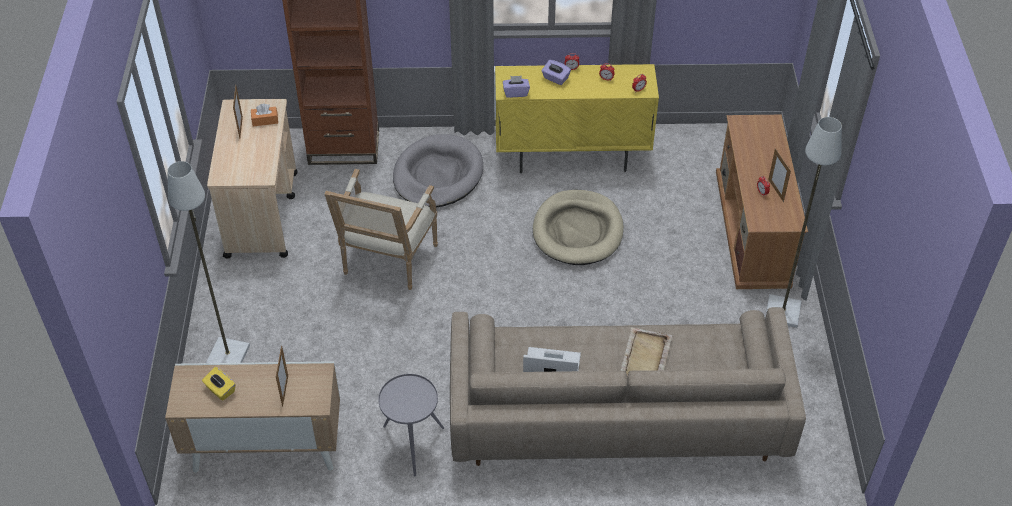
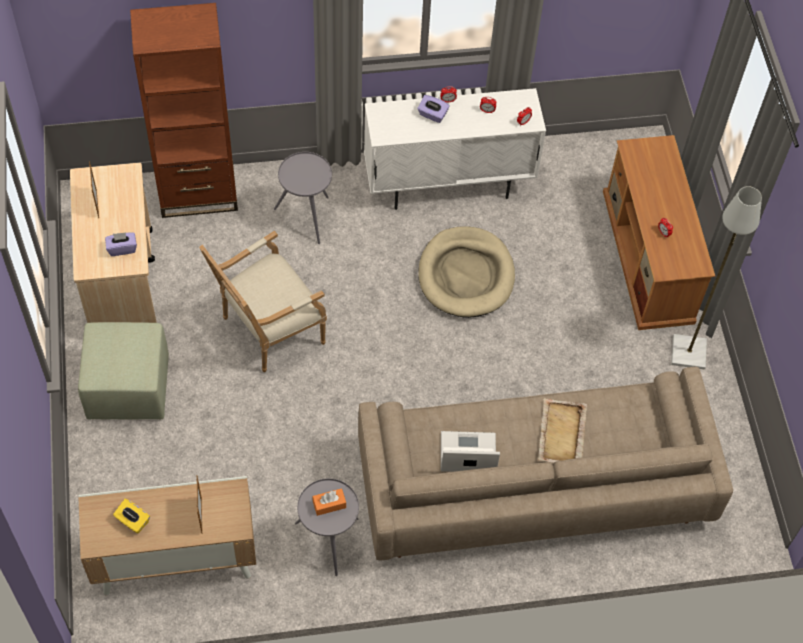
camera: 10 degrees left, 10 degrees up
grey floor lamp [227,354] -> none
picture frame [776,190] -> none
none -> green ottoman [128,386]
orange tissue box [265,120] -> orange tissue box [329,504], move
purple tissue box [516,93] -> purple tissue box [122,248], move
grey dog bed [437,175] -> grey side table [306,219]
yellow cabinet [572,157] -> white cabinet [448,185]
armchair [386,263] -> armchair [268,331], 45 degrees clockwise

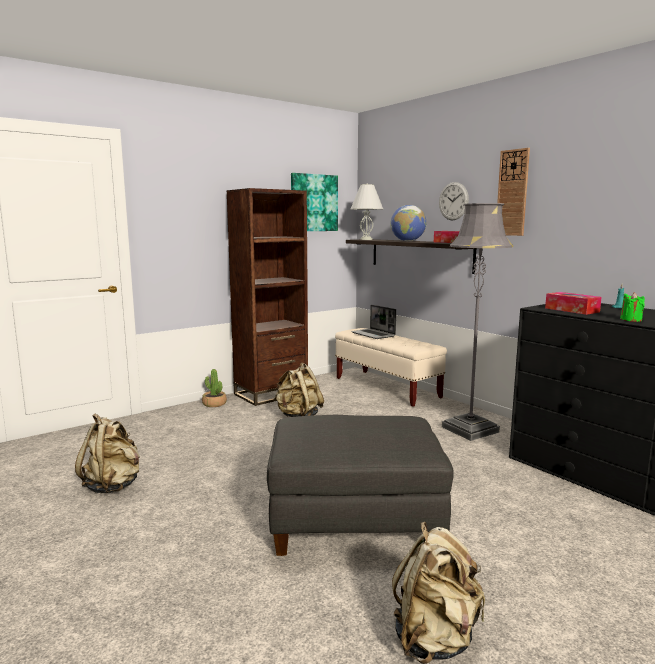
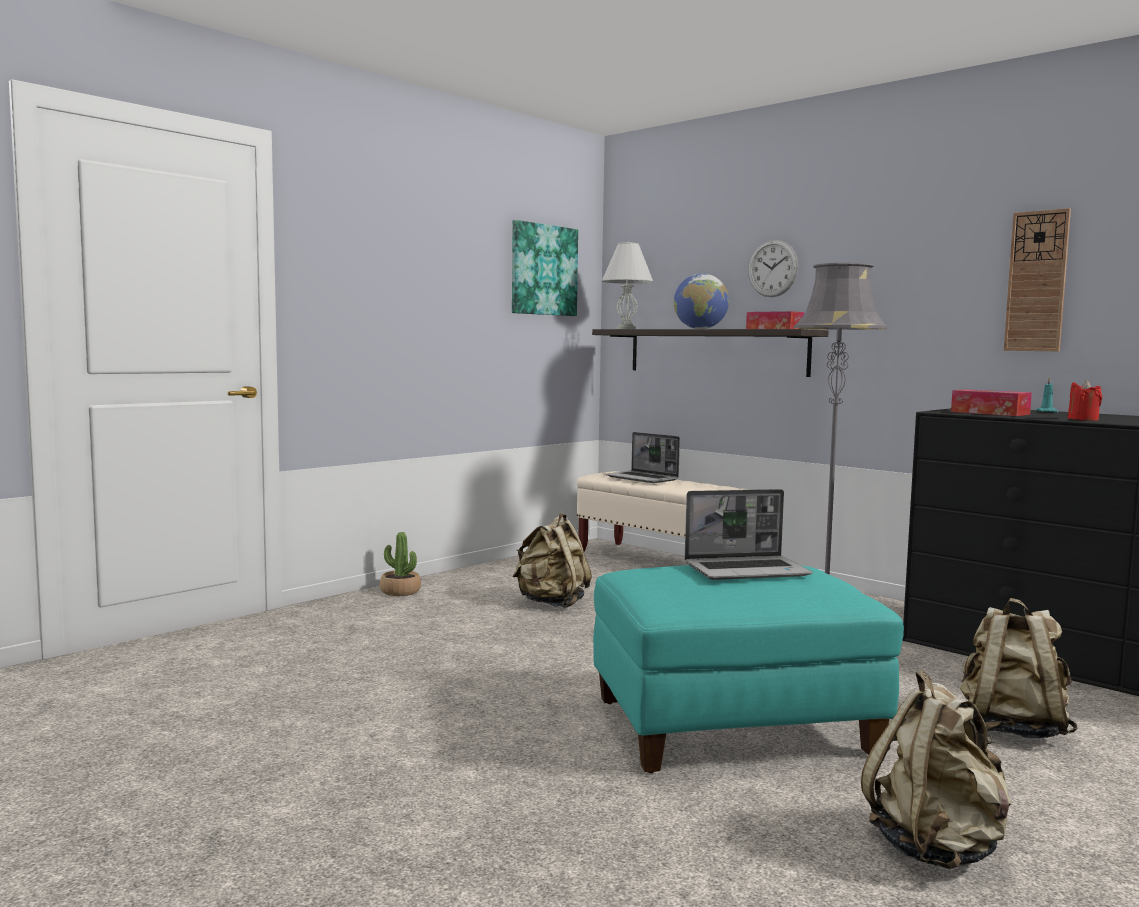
camera: 10 degrees left, 5 degrees down
brown bookcase [271,394] -> none
none -> laptop [747,570]
beige backpack [113,486] -> beige backpack [1011,728], move
wall clock [512,193] -> wall clock [1037,281], move
grey ottoman [356,522] -> turquoise ottoman [734,727]
green candle [631,320] -> red candle [1083,419]

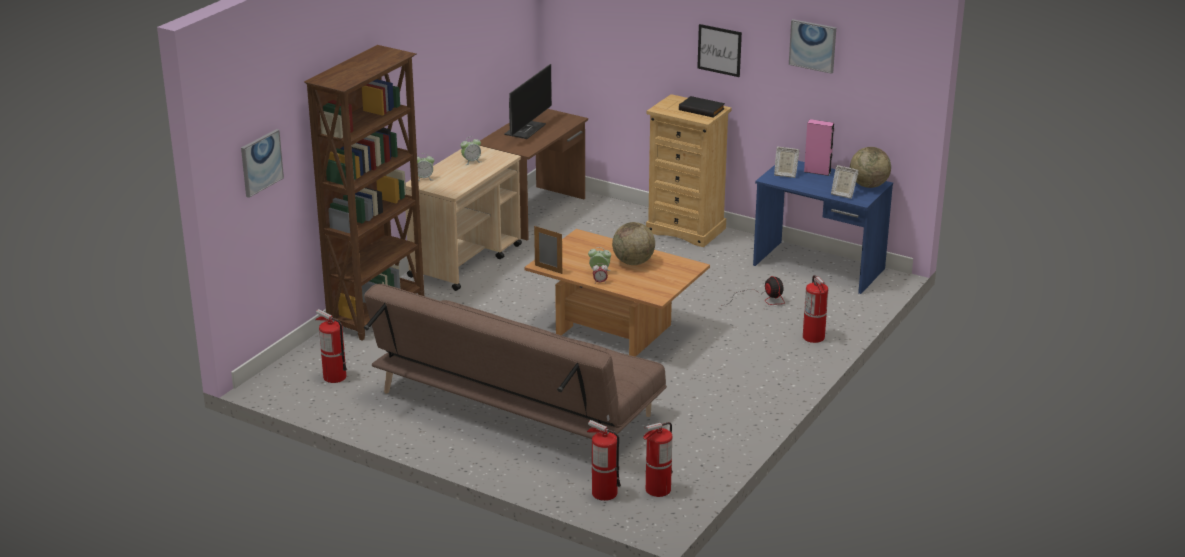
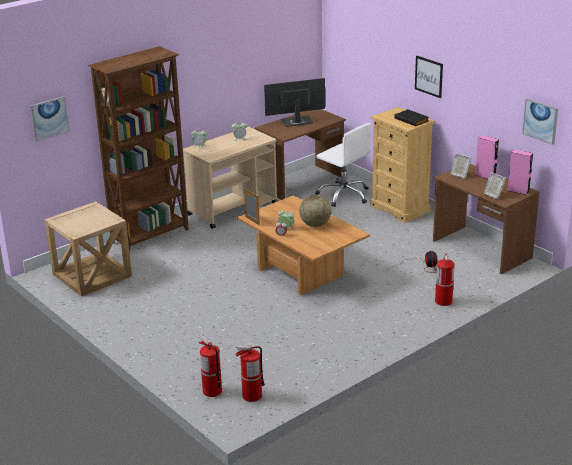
camera: 20 degrees right, 0 degrees up
brown sofa [516,405] -> none
none -> white office chair [344,195]
picture [812,45] -> picture [540,121], move
fire extinguisher [334,377] -> beige side table [92,275]
globe [868,185] -> pink speaker [518,191]
blue desk [818,267] -> brown desk [481,250]
monitor [525,129] -> monitor [296,122], 150 degrees counterclockwise

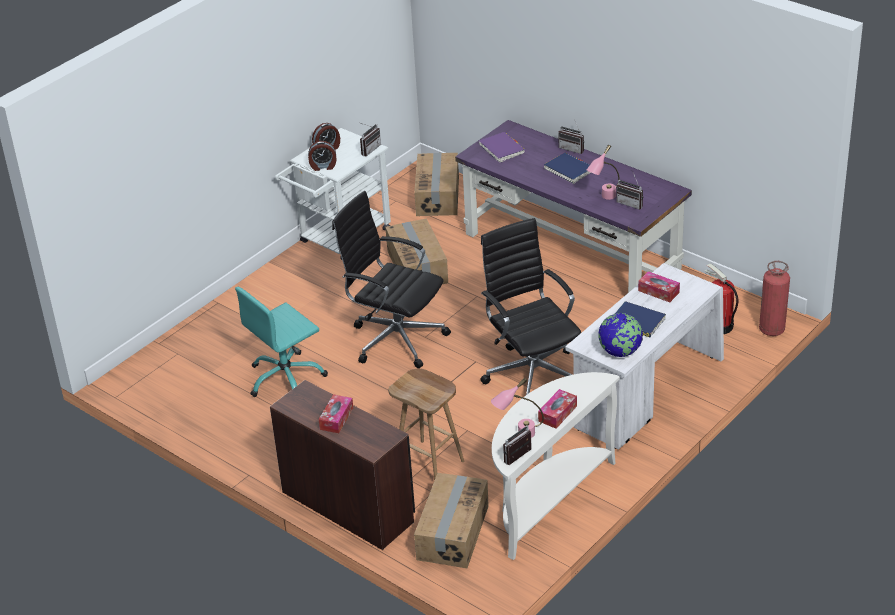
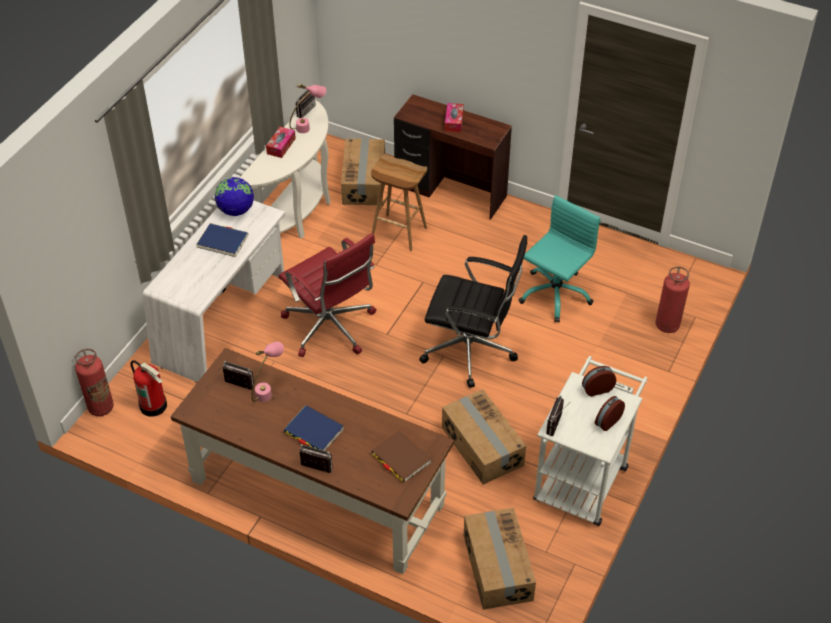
camera: 165 degrees right, 10 degrees up
tissue box [658,291] -> none
none -> fire extinguisher [667,325]
purple desk [572,251] -> brown desk [316,492]
purple book [502,149] -> brown book [401,458]
black office chair [532,373] -> red office chair [331,328]

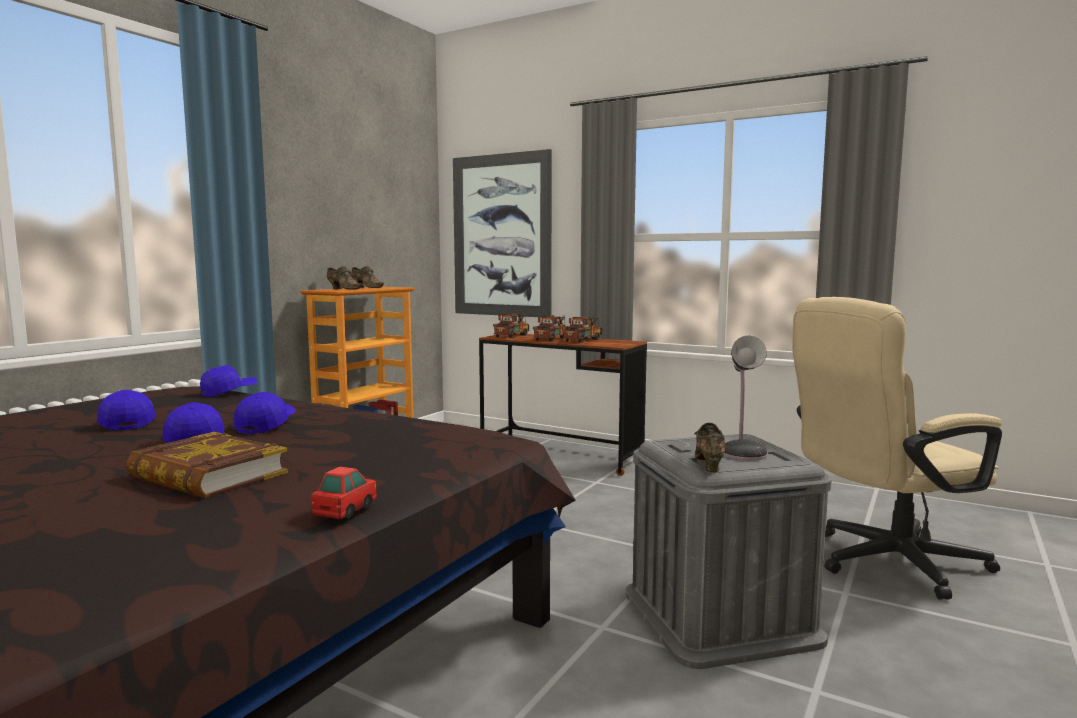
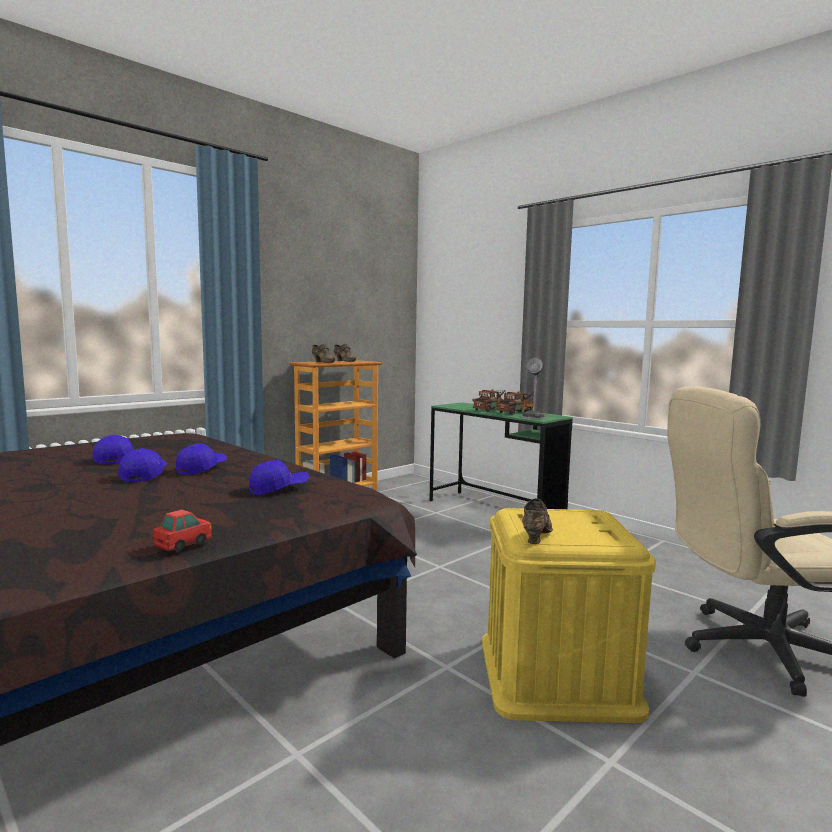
camera: 15 degrees right, 0 degrees up
book [208,476] -> none
picture [501,236] -> none
toy truck [513,335] -> none
blue cap [229,392] -> blue cap [278,489], move
table lamp [743,452] -> table lamp [533,416], move
brown desk [560,456] -> green desk [494,511]
grey storage box [719,616] -> yellow storage box [557,674]

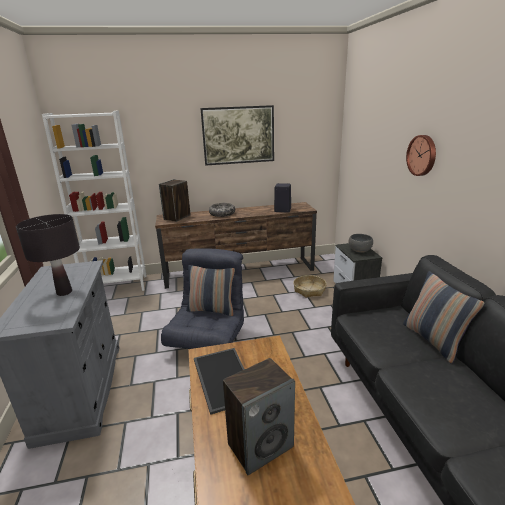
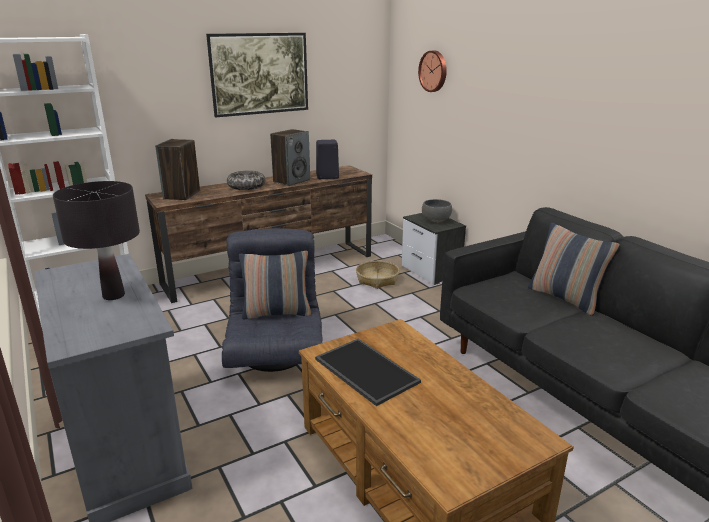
camera: 20 degrees left, 0 degrees up
speaker [260,445] -> speaker [291,181], move
wall clock [422,155] -> wall clock [434,71], move

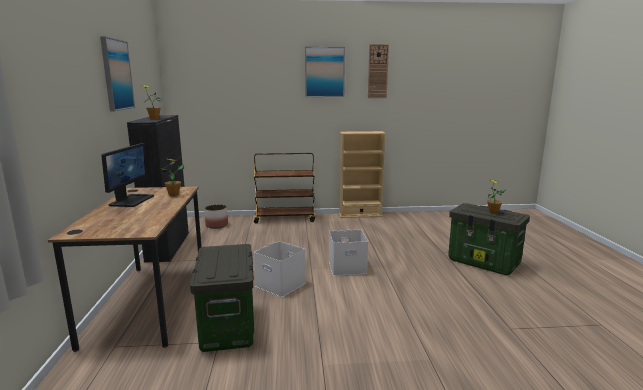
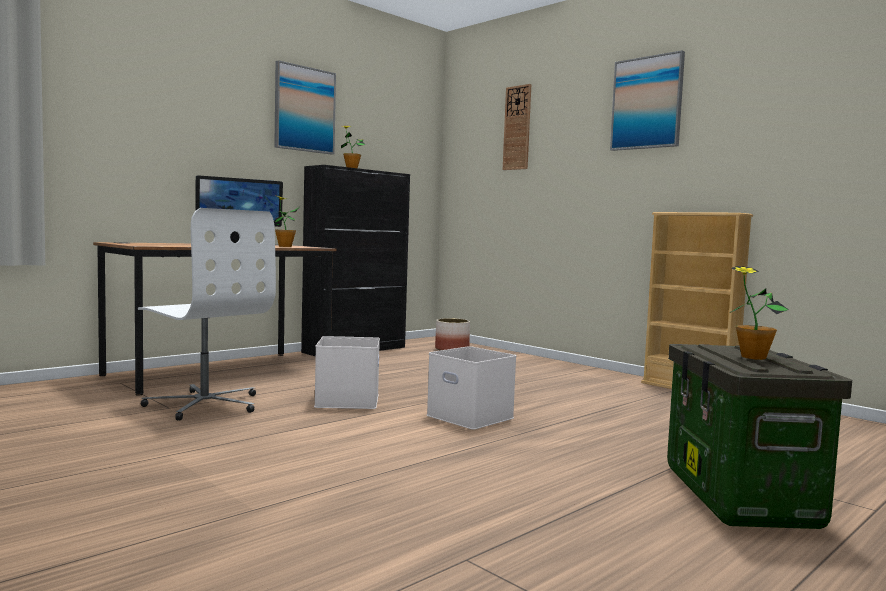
camera: 50 degrees right, 10 degrees down
brown cart [285,218] -> none
wall clock [378,71] -> wall clock [517,128], move
storage box [229,327] -> white office chair [205,404]

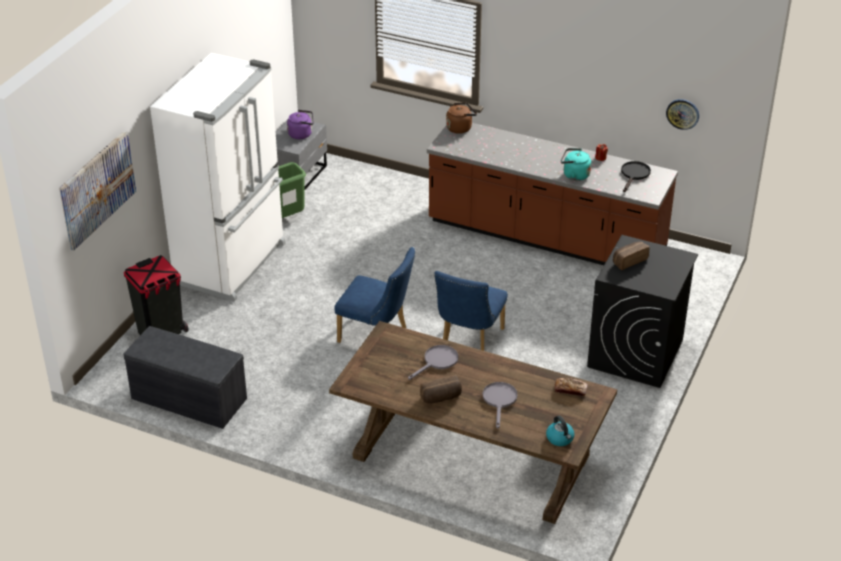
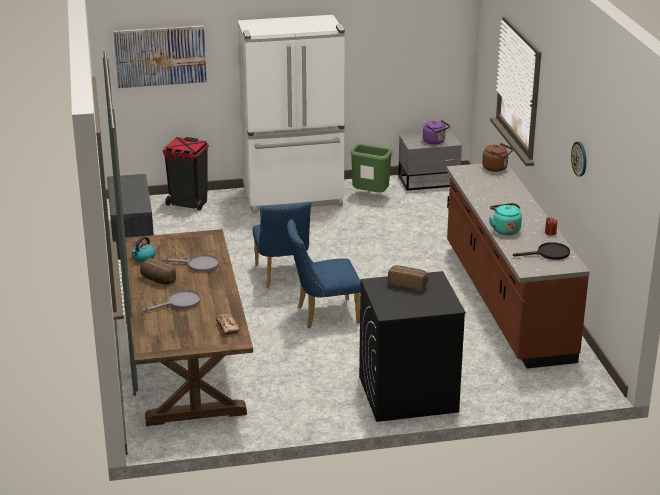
camera: 55 degrees right, 10 degrees down
kettle [560,438] -> kettle [143,258], move
wall clock [682,113] -> wall clock [579,159], move

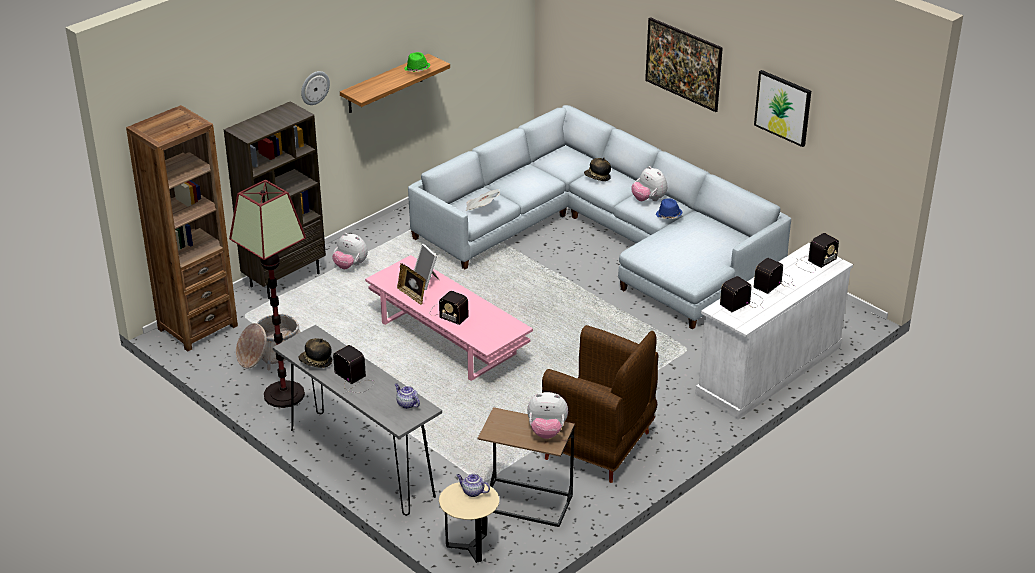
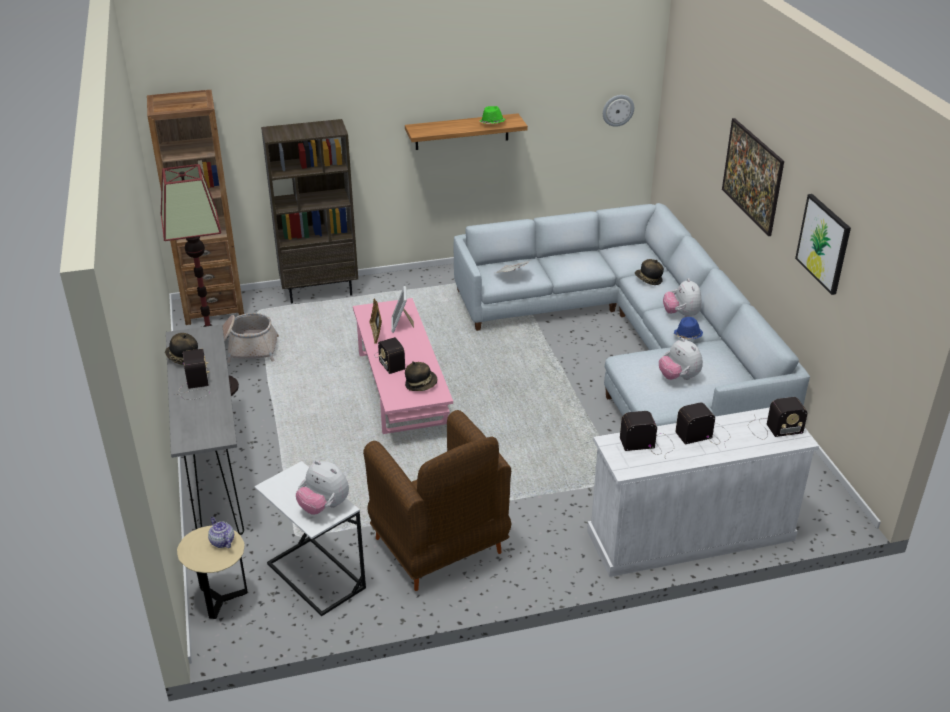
camera: 30 degrees right, 0 degrees up
teapot [407,404] -> none
none -> hat [421,384]
wall clock [314,87] -> wall clock [618,110], move
plush toy [350,266] -> plush toy [678,377], move
brown side table [526,502] -> white side table [316,576]

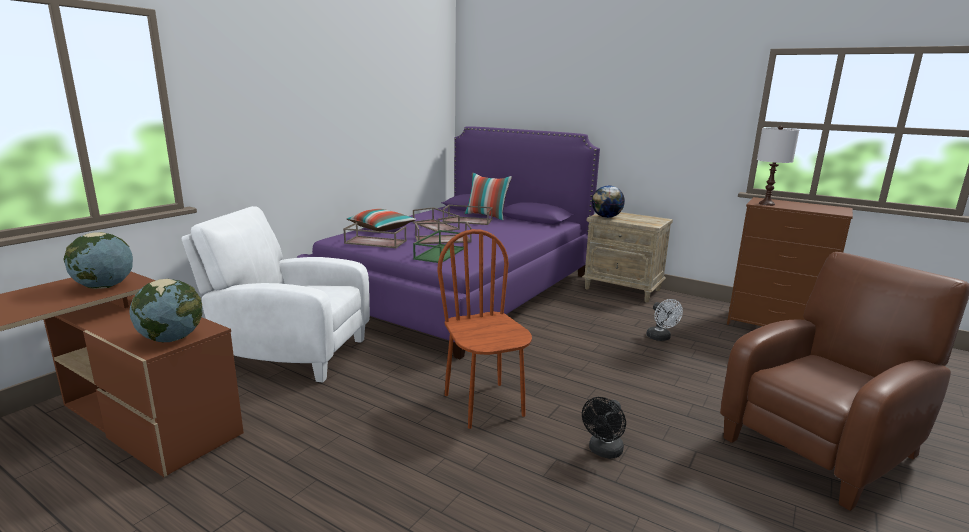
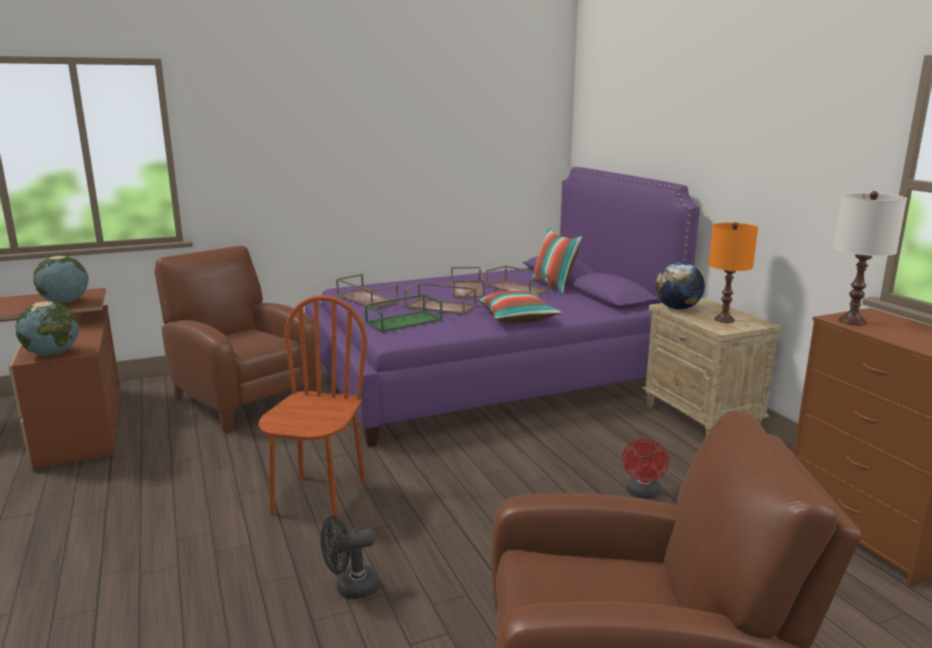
camera: 35 degrees right, 0 degrees up
none -> orange table lamp [724,320]
pillow [381,228] -> pillow [517,318], move
white armchair [290,352] -> brown armchair [242,398]
white fan [660,338] -> red fan [643,494]

